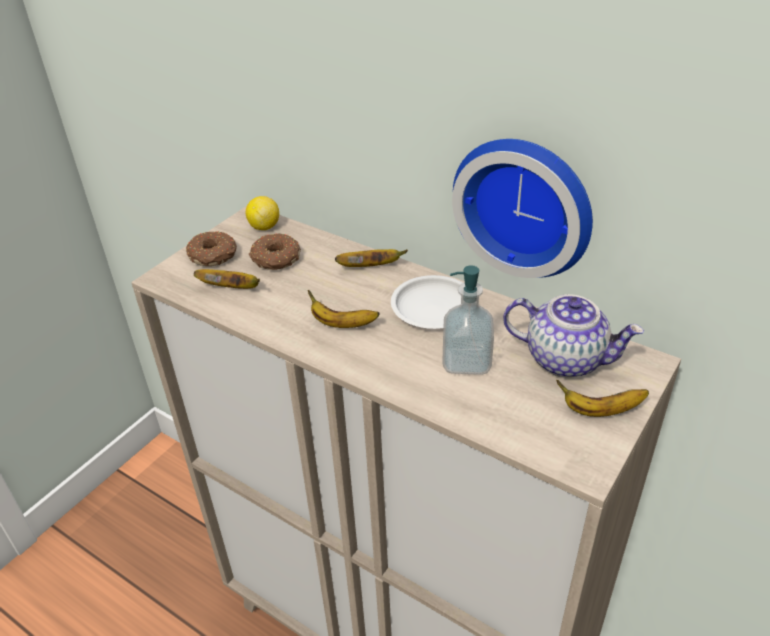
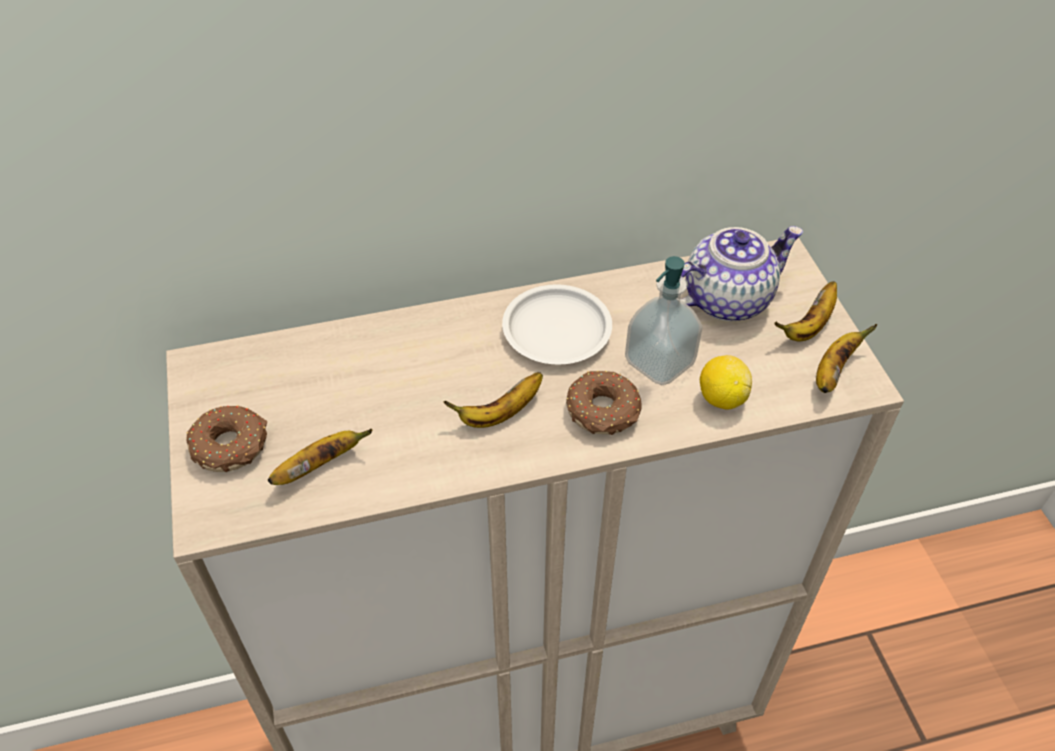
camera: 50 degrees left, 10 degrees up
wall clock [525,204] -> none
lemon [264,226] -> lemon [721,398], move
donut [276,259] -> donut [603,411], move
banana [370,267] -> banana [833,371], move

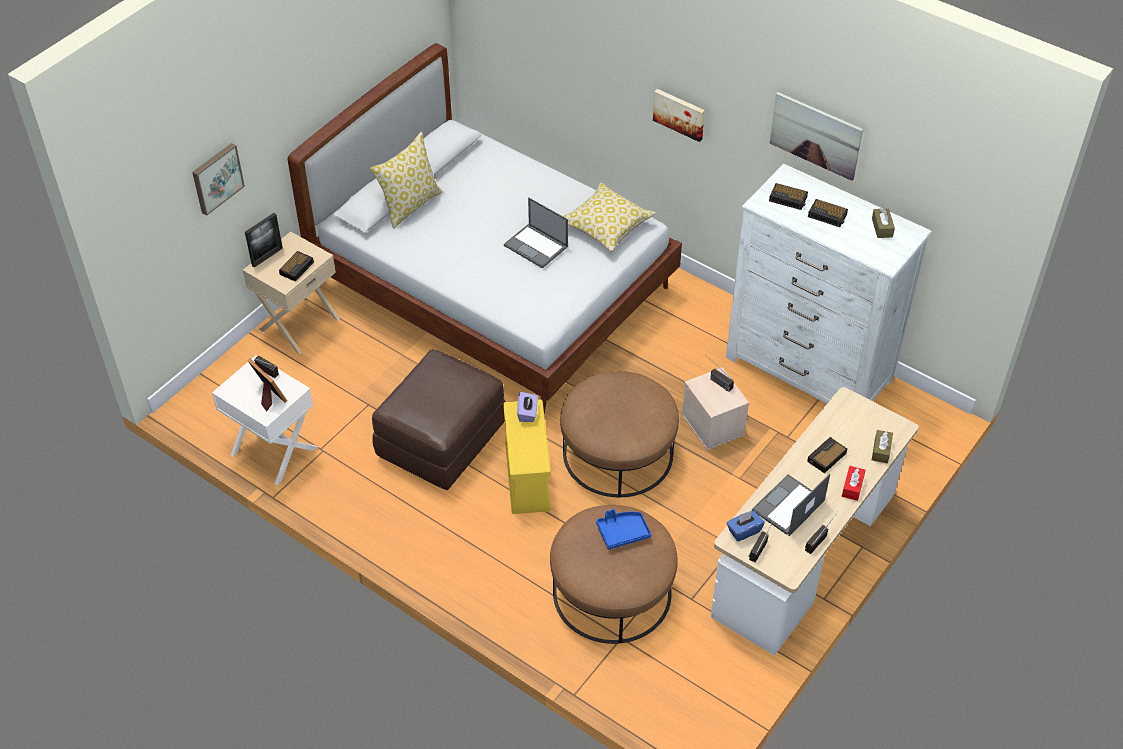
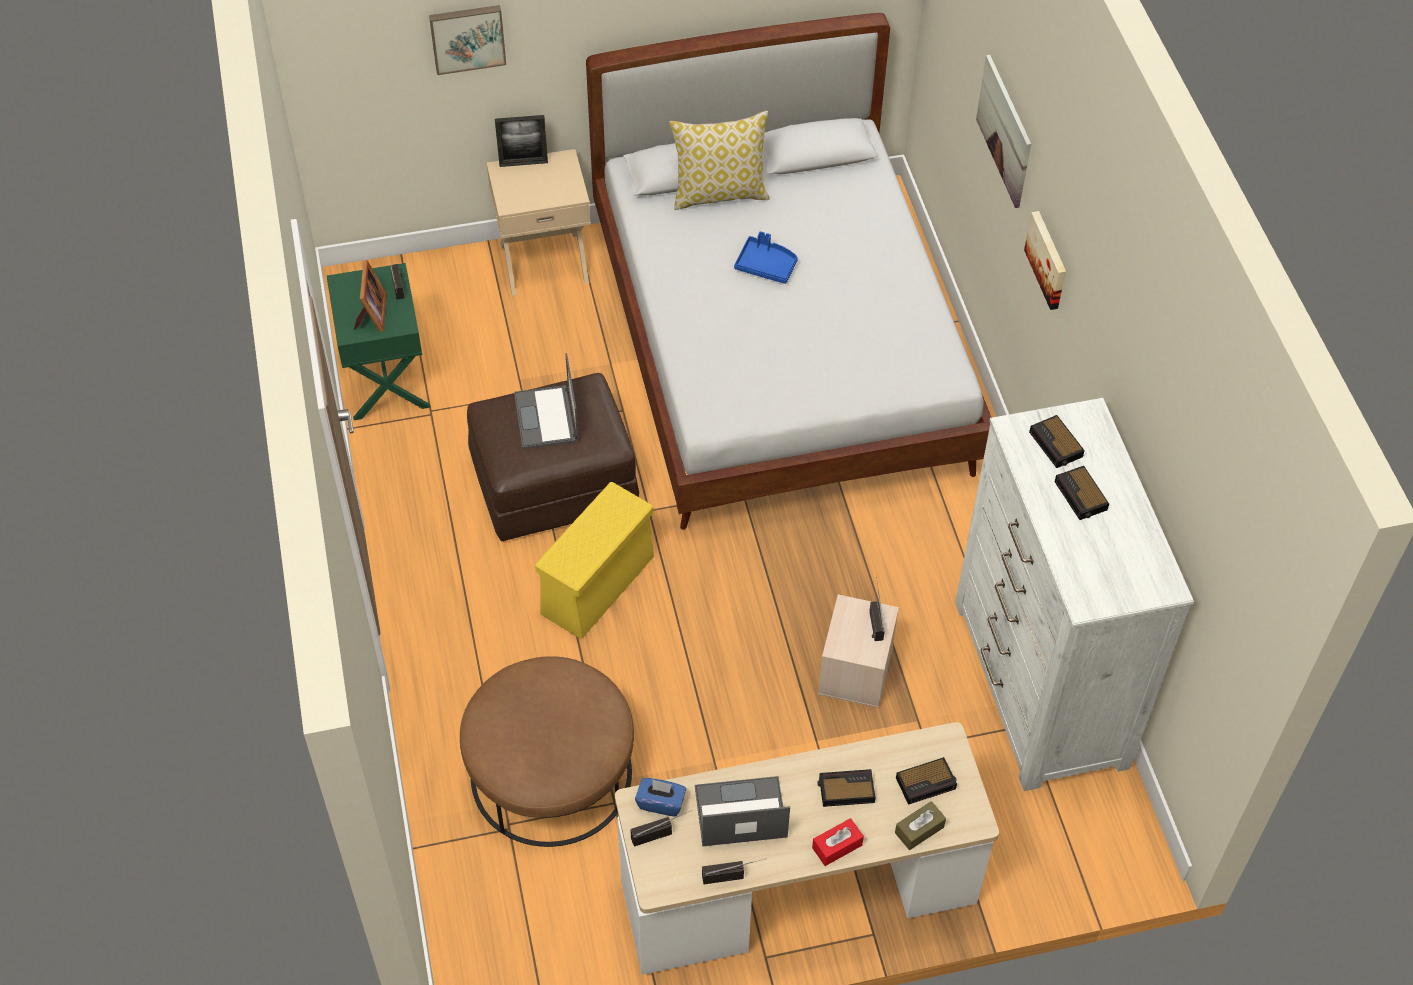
camera: 40 degrees right, 5 degrees up
purple tissue box [527,413] -> none
brown ottoman [617,453] -> none
pillow [606,226] -> none
brown tissue box [882,228] -> none
alarm clock [297,268] -> alarm clock [927,783], move
laptop [536,246] -> laptop [547,418], move
blue tray [622,532] -> blue tray [766,265], move
picture [815,135] -> picture [1004,130], move
white nightstand [273,451] -> green nightstand [385,383]

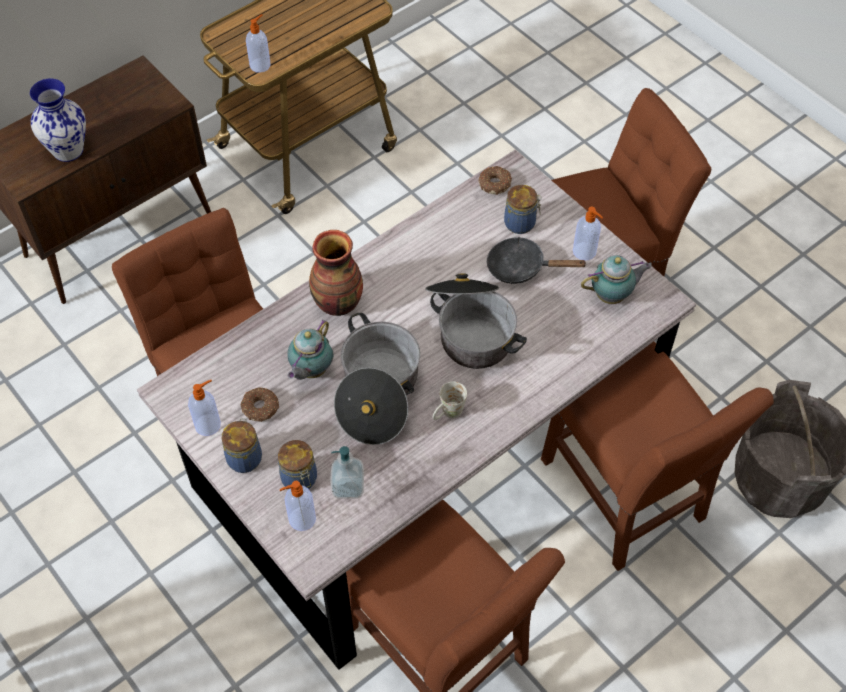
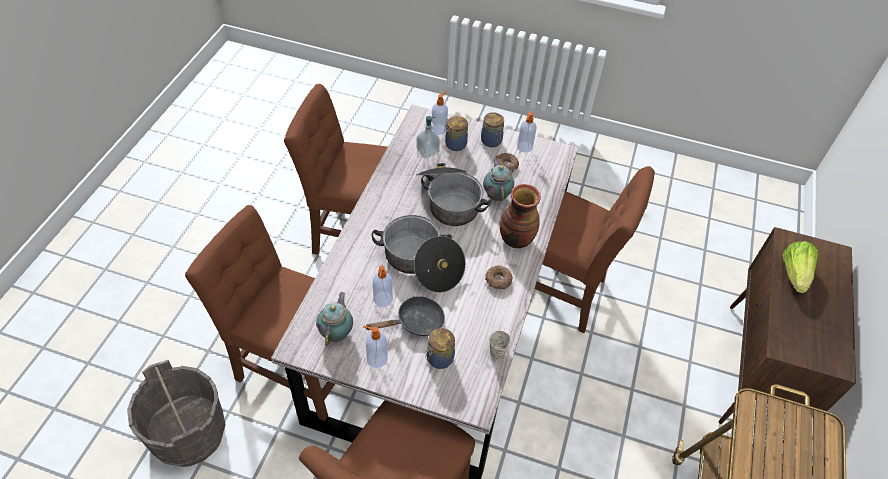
camera: 145 degrees right, 5 degrees down
soap dispenser [260,65] -> soap dispenser [383,300], move
white mug [447,414] -> white mug [498,348], move
donut [495,183] -> donut [498,280], move
vase [67,150] -> lettuce [794,274]
teapot [612,296] -> teapot [337,332], 150 degrees clockwise

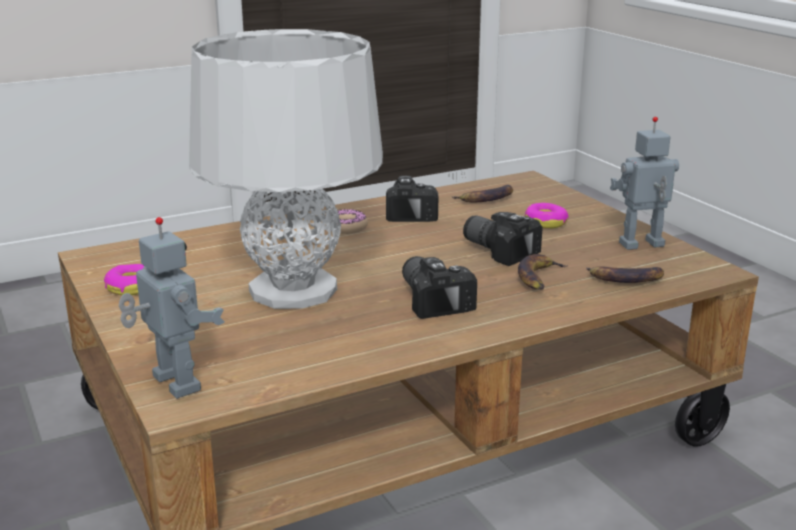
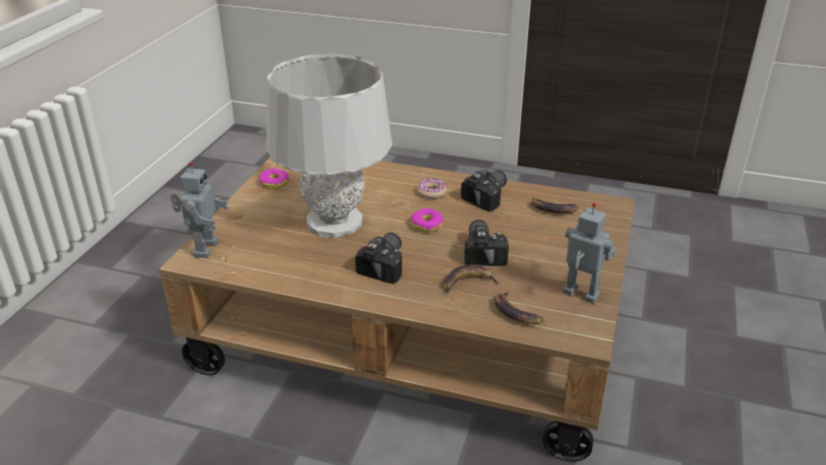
camera: 45 degrees right, 10 degrees up
donut [546,222] -> donut [426,225], move

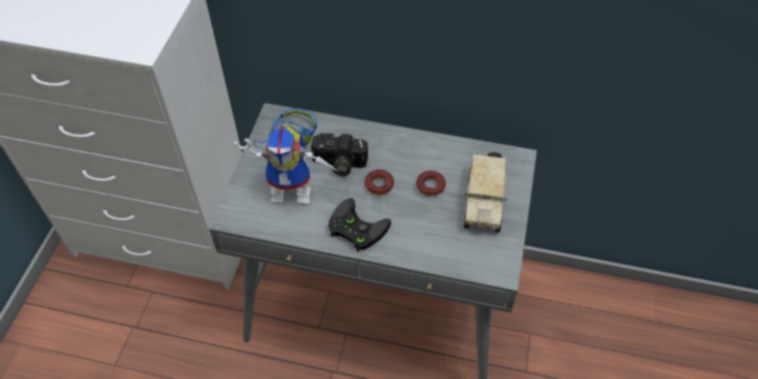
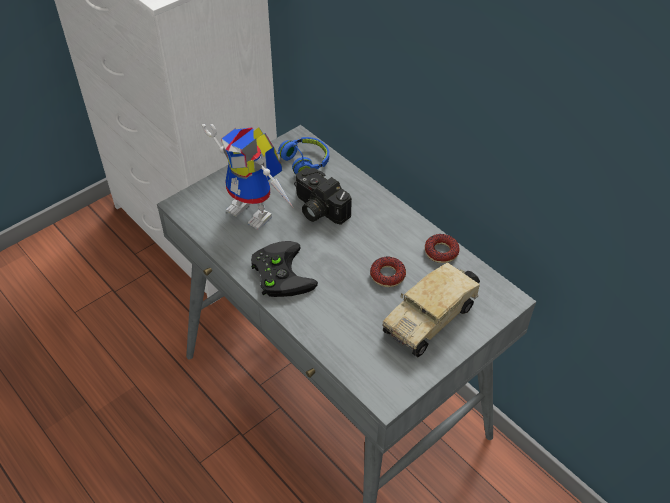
camera: 35 degrees right, 5 degrees down
donut [379,185] -> donut [441,252], move

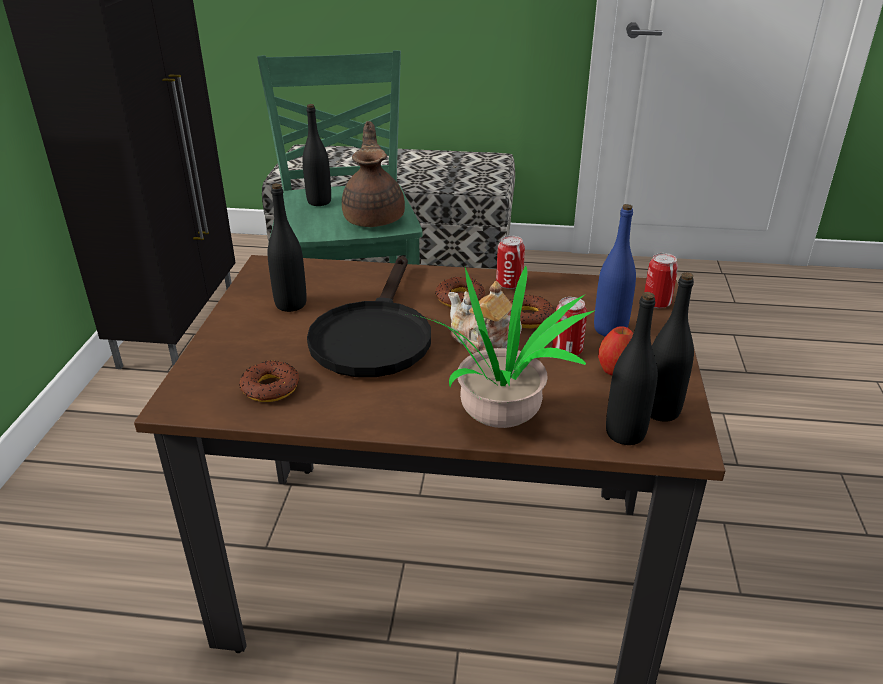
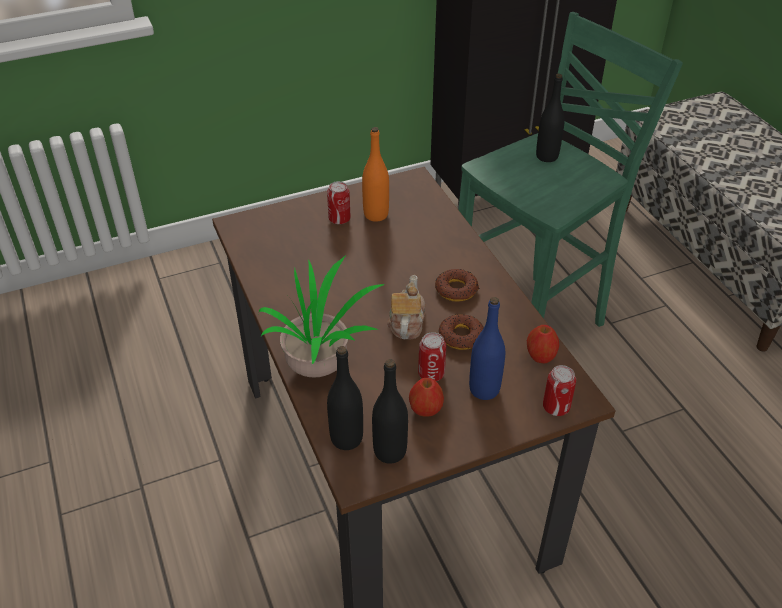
camera: 60 degrees right, 10 degrees up
donut [270,388] -> none
black frying pan [373,335] -> none
brown teapot [375,217] -> none
none -> apple [540,357]
can [509,284] -> can [339,219], move
black bottle [291,304] -> orange bottle [376,214]

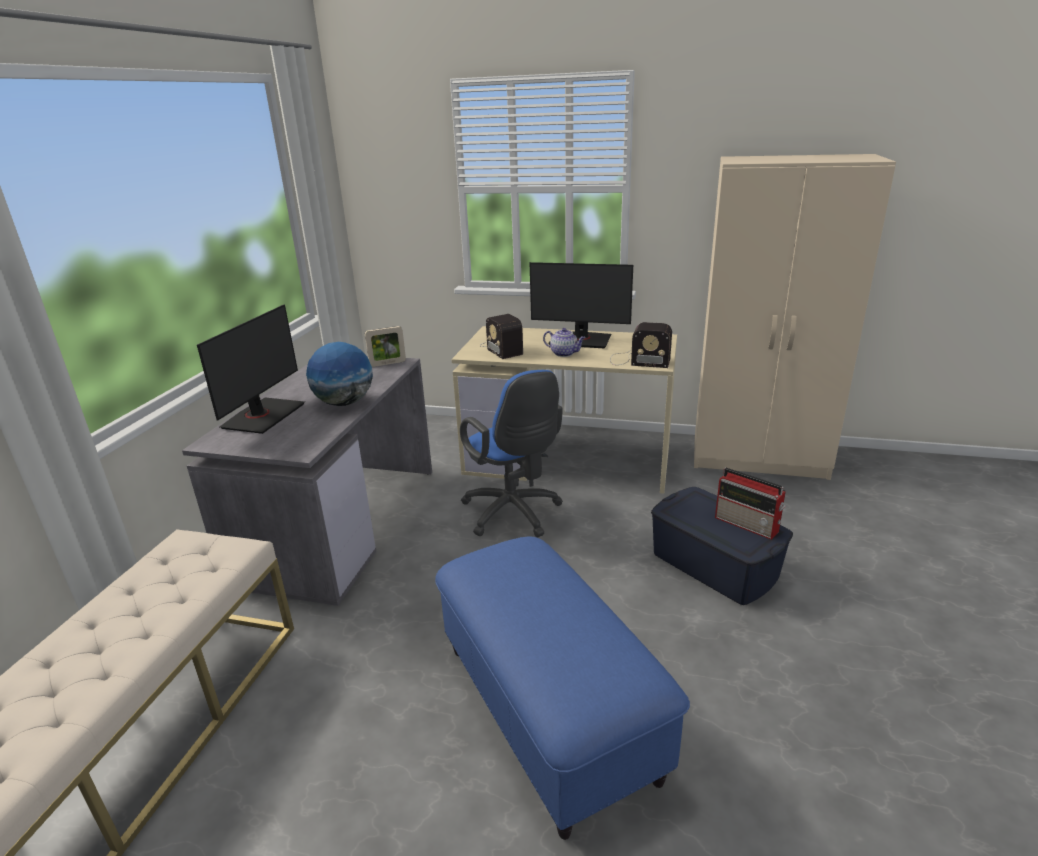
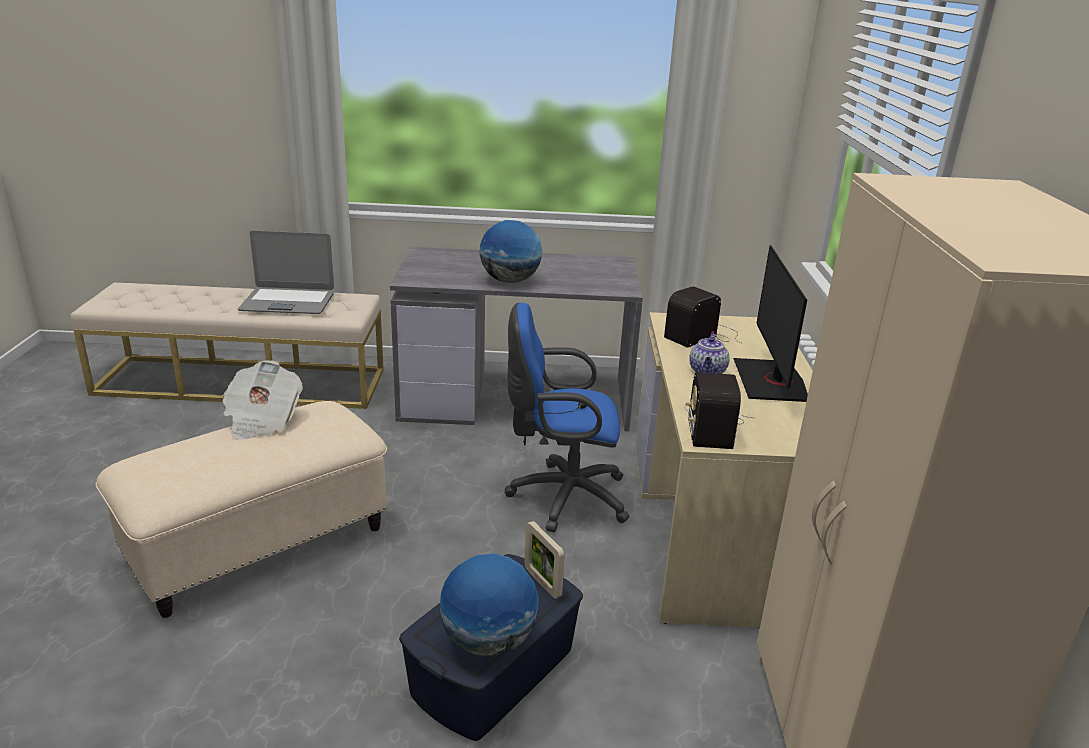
camera: 75 degrees right, 0 degrees up
monitor [263,416] -> none
none -> newspaper [262,419]
none -> laptop [288,302]
picture frame [387,363] -> picture frame [542,582], move
radio [748,524] -> globe [489,641]
blue ottoman [545,711] -> beige ottoman [259,544]
blue office chair [514,515] -> blue office chair [562,497], 45 degrees clockwise

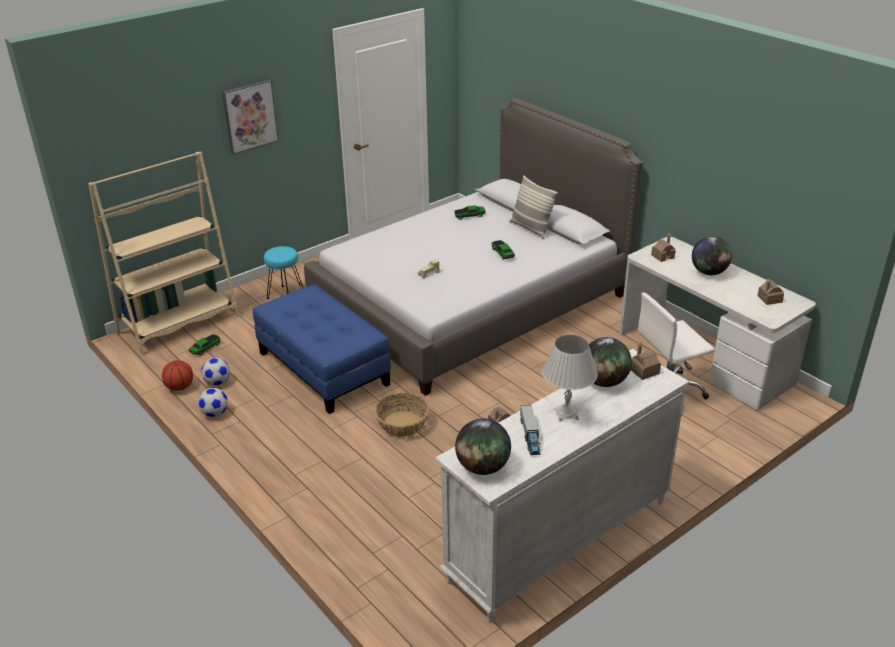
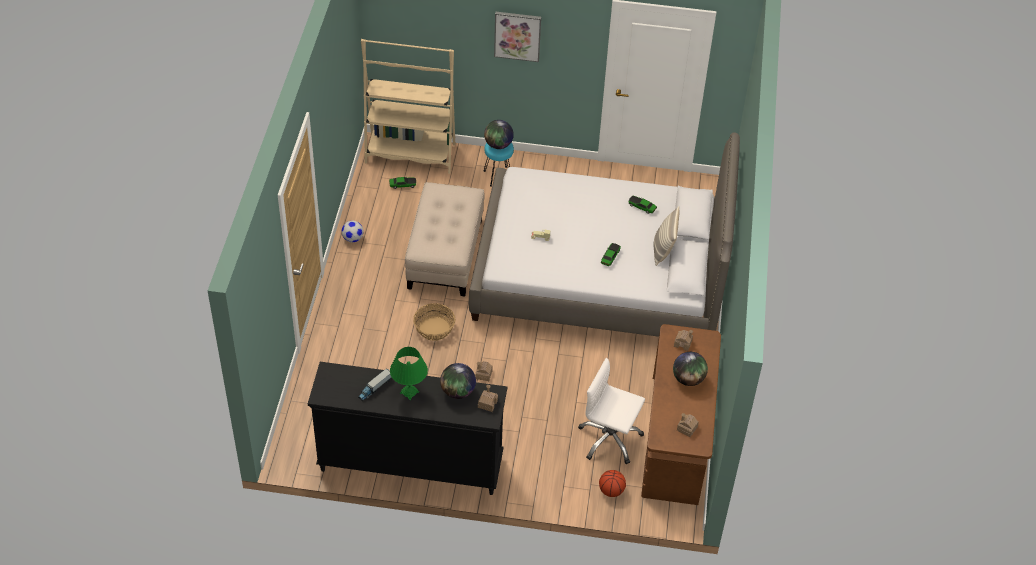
camera: 45 degrees right, 15 degrees up
football [217,382] -> none
basketball [179,387] -> basketball [611,491], move
globe [483,467] -> globe [498,145], move
blue ottoman [324,368] -> beige ottoman [446,254]
white dresser [558,541] -> black dresser [409,464]
white table lamp [566,414] -> green table lamp [409,392]
white desk [704,357] -> brown desk [676,438]

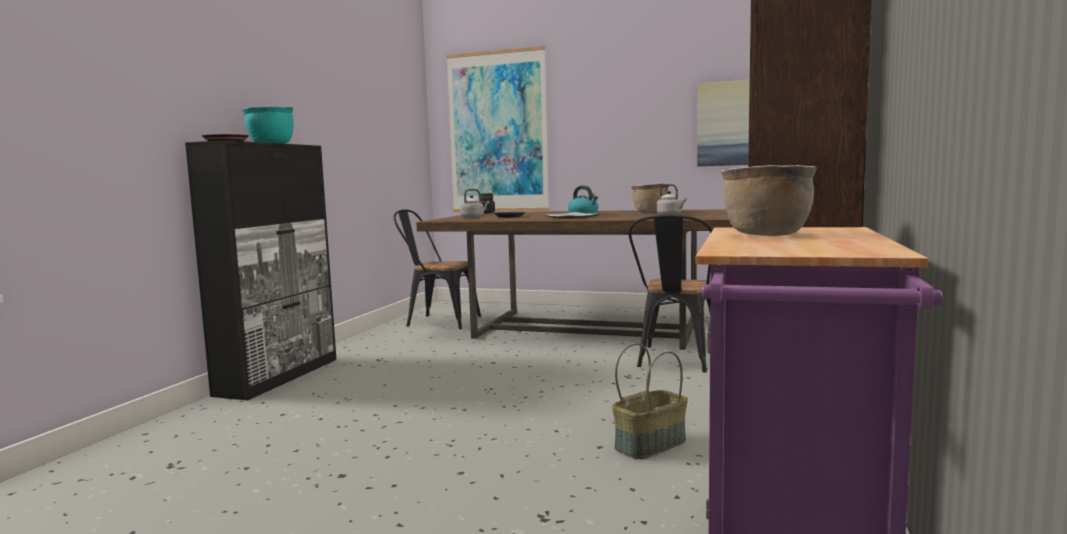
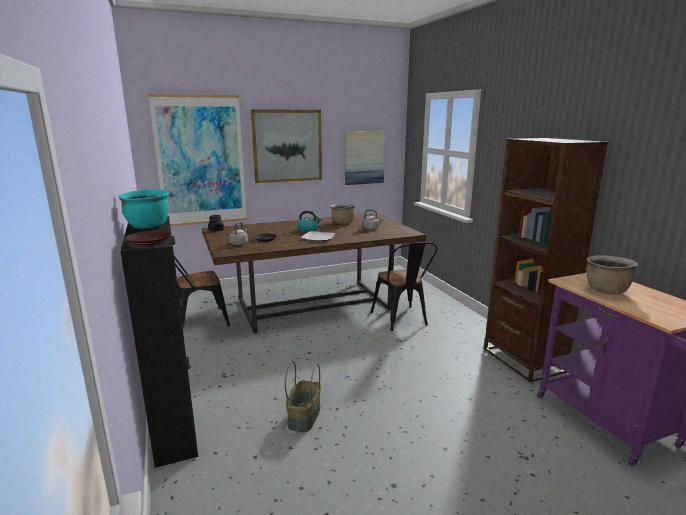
camera: 40 degrees left, 10 degrees up
none -> picture [287,146]
basket [650,444] -> basket [303,416], move

